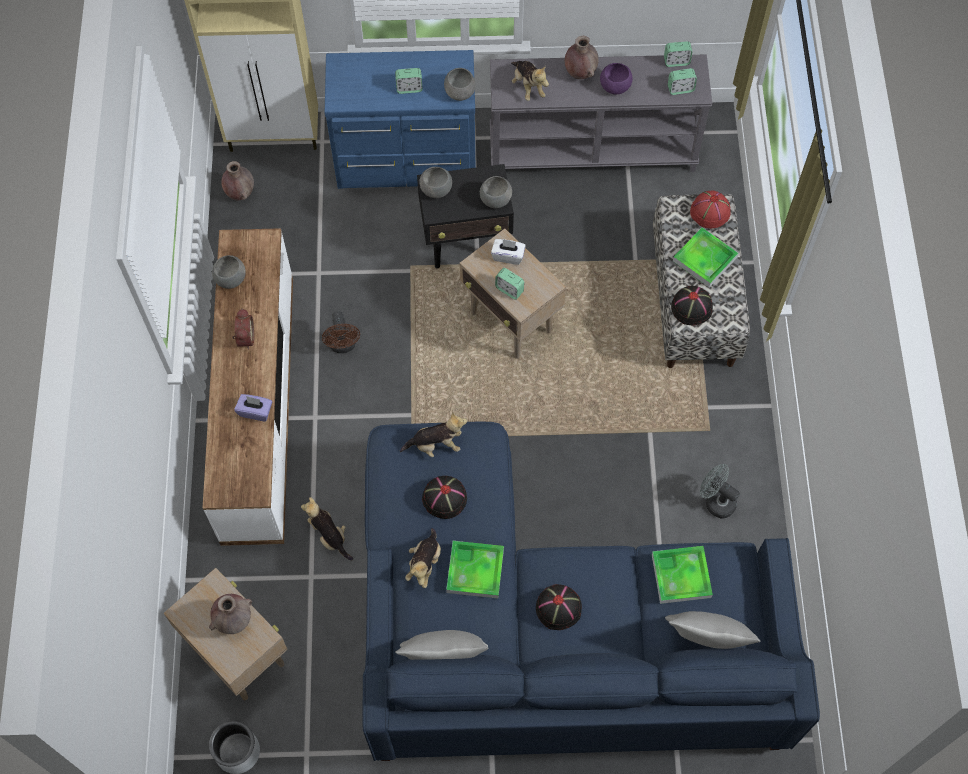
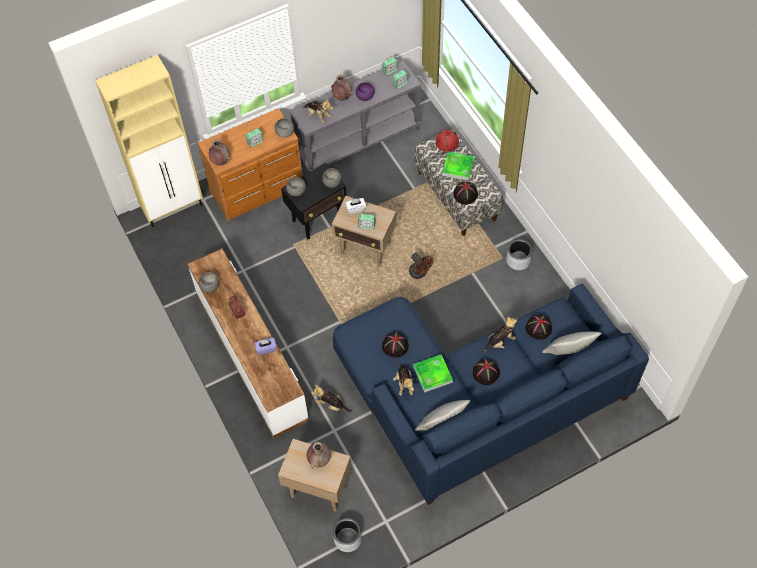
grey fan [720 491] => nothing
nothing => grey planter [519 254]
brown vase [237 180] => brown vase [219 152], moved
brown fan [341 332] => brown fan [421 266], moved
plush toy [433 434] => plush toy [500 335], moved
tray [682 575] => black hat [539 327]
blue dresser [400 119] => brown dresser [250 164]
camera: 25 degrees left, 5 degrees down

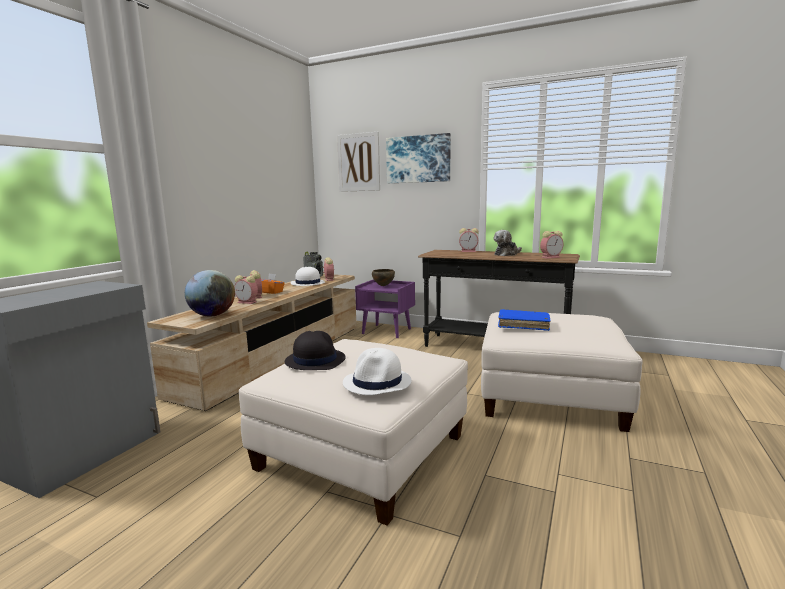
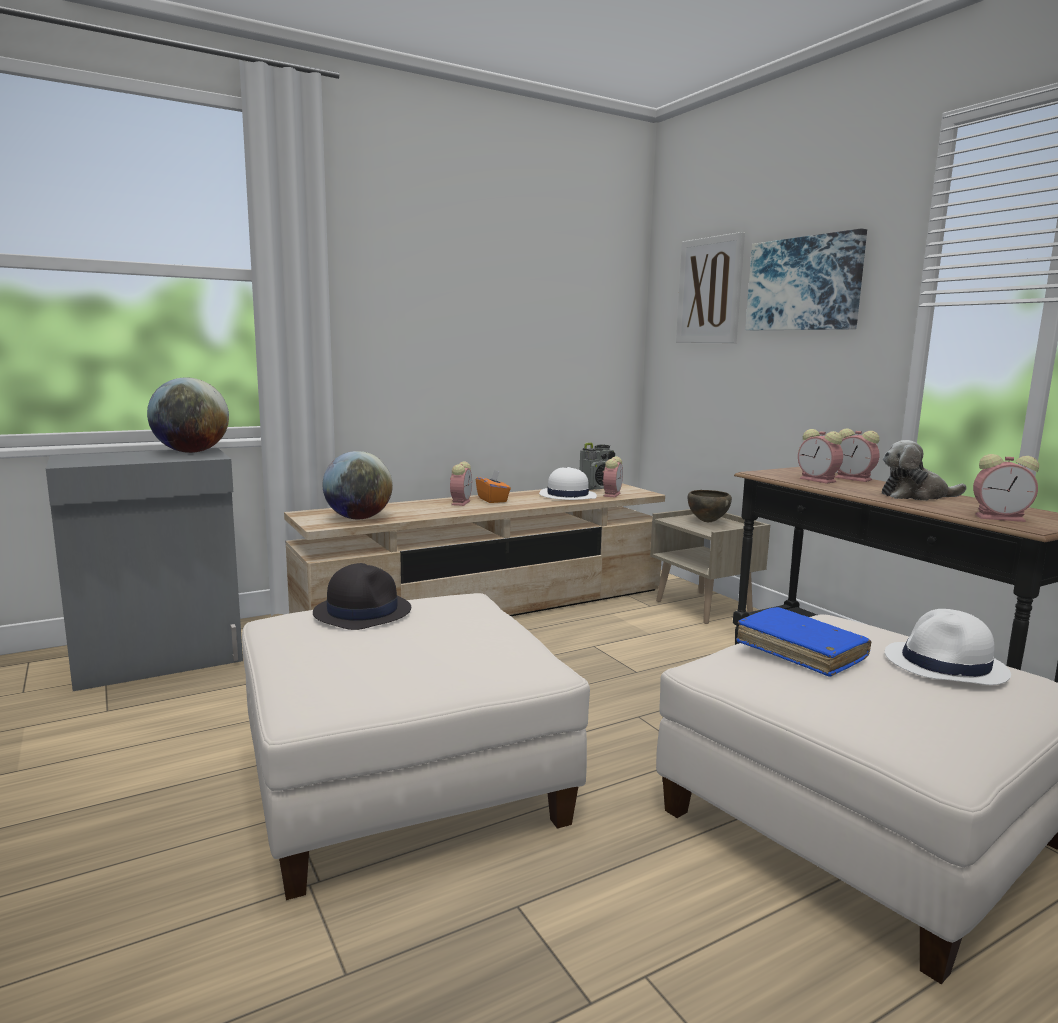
nothing => globe [188 415]
alarm clock [246 289] => alarm clock [820 456], moved
white hat [377 371] => white hat [948 647], moved
purple nightstand [385 308] => beige nightstand [710 566]
camera: 35 degrees right, 0 degrees up

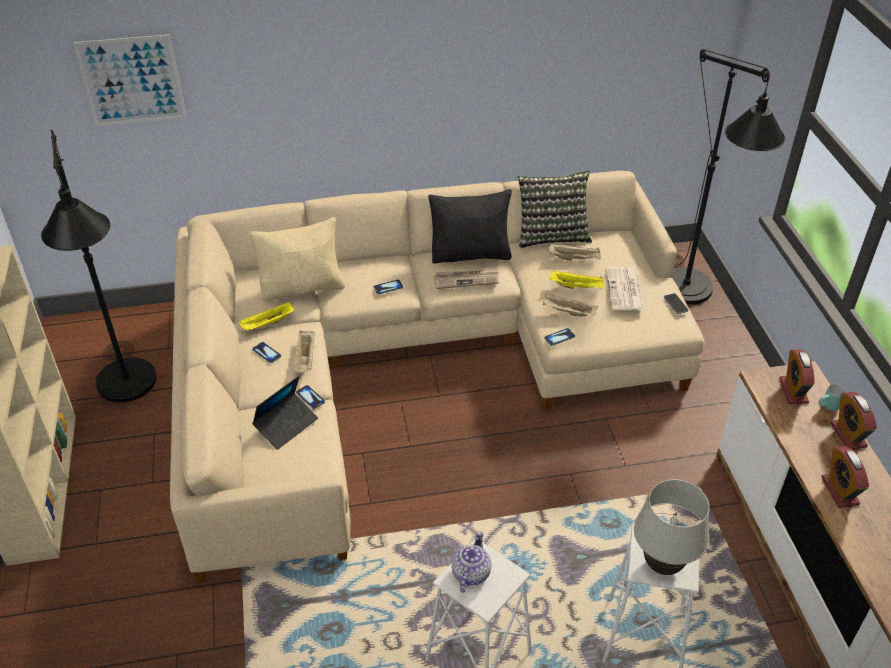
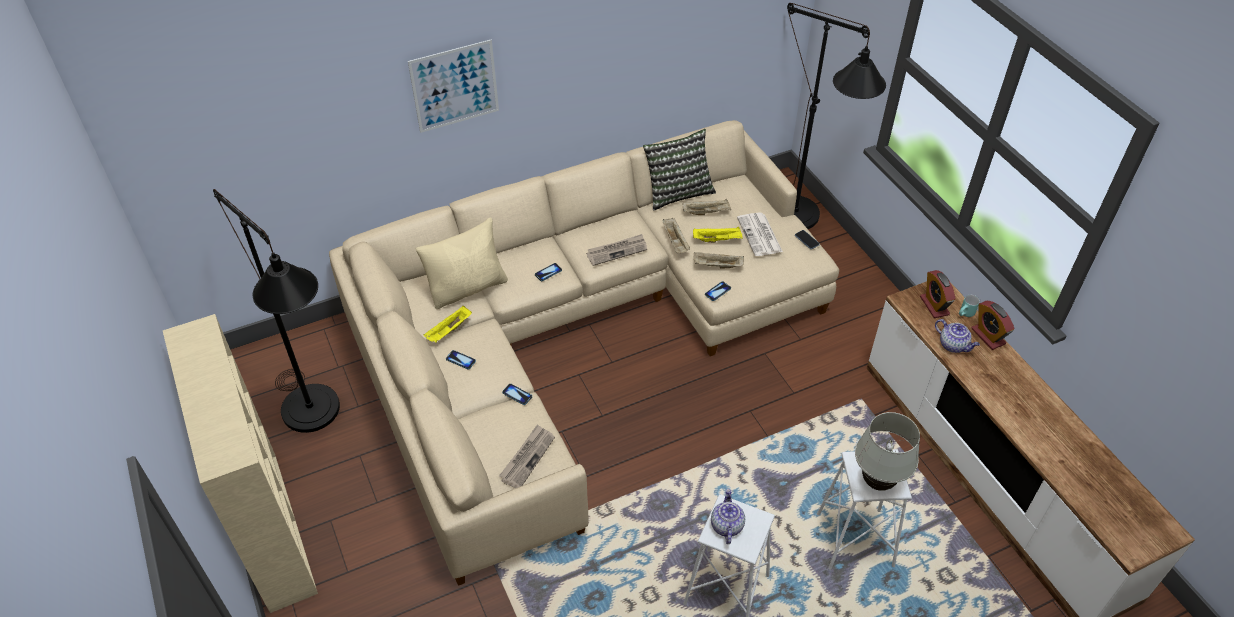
laptop [285 413] => nothing
black pillow [470 226] => nothing
alarm clock [845 477] => nothing
nothing => newspaper [527 456]
nothing => teapot [957 336]
picture [130 80] => picture [453 86], moved
beige tray [304 352] => beige tray [676 235], moved
camera: 15 degrees left, 5 degrees up

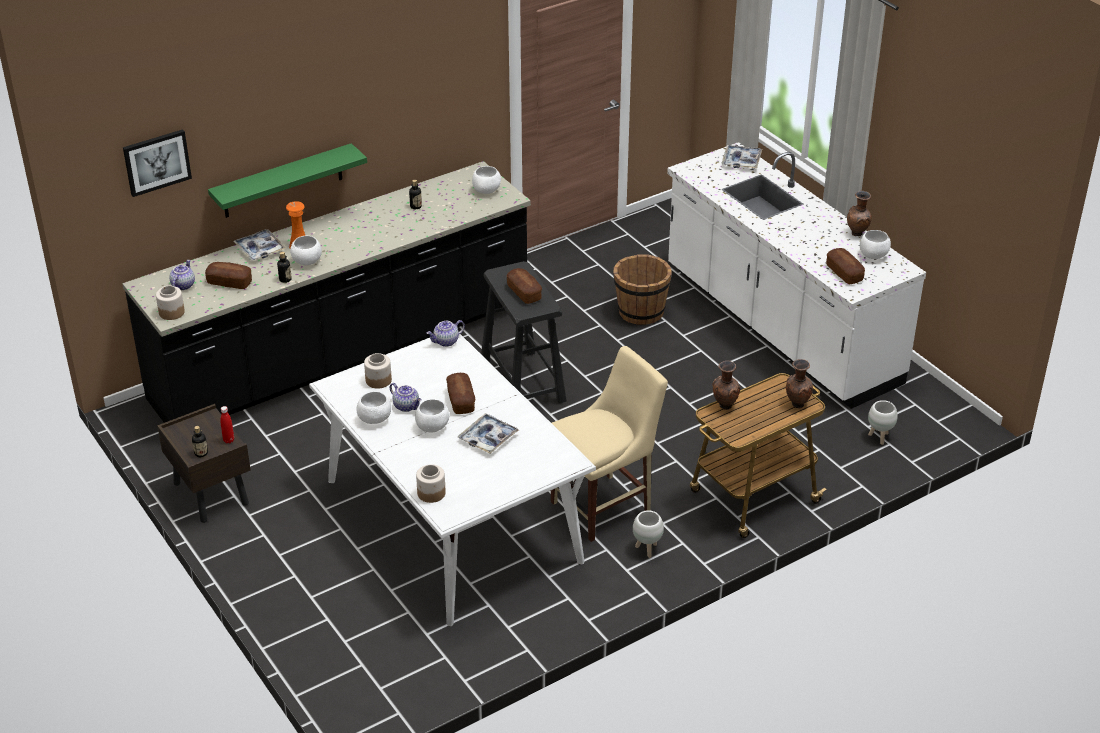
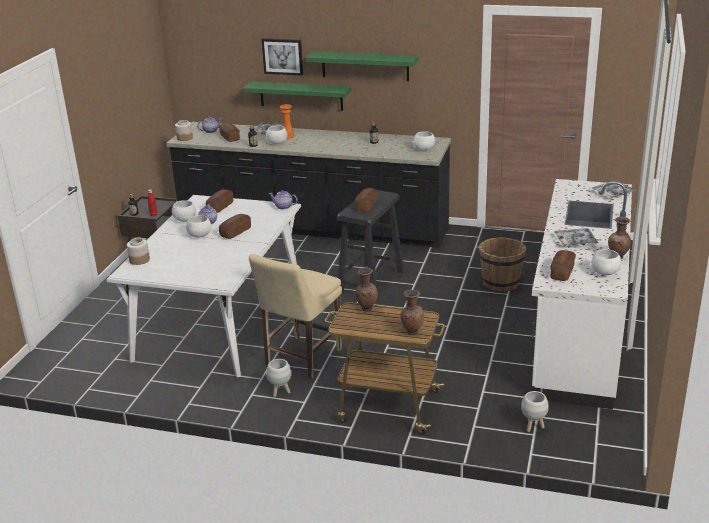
nothing => green shelf [362 66]
picture [157 163] => picture [282 57], moved
tray [488 433] => tray [576 237], moved
jar [378 371] => bread [220 201]
beige chair [609 444] => beige chair [295 316], 105 degrees clockwise
camera: 50 degrees right, 10 degrees down

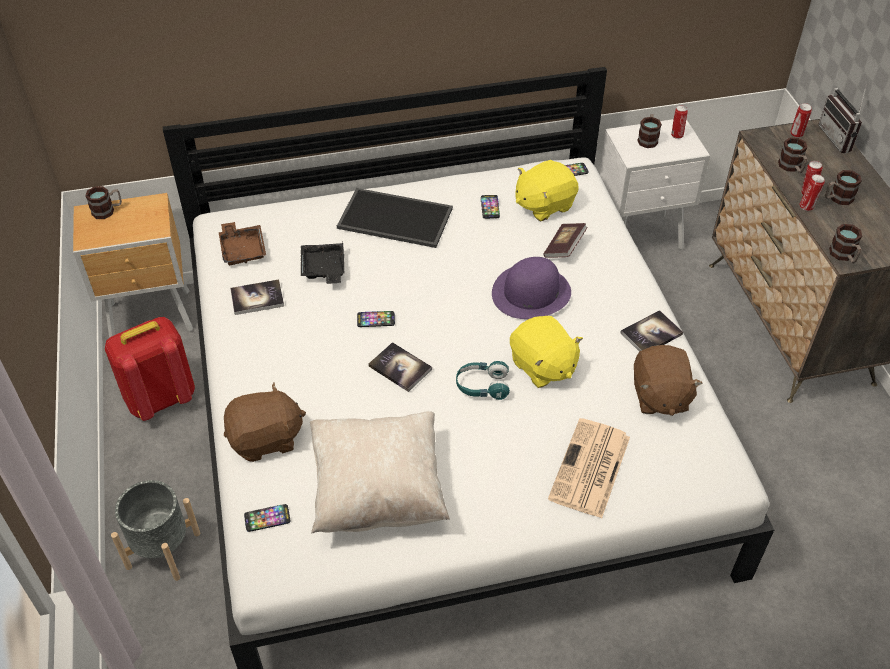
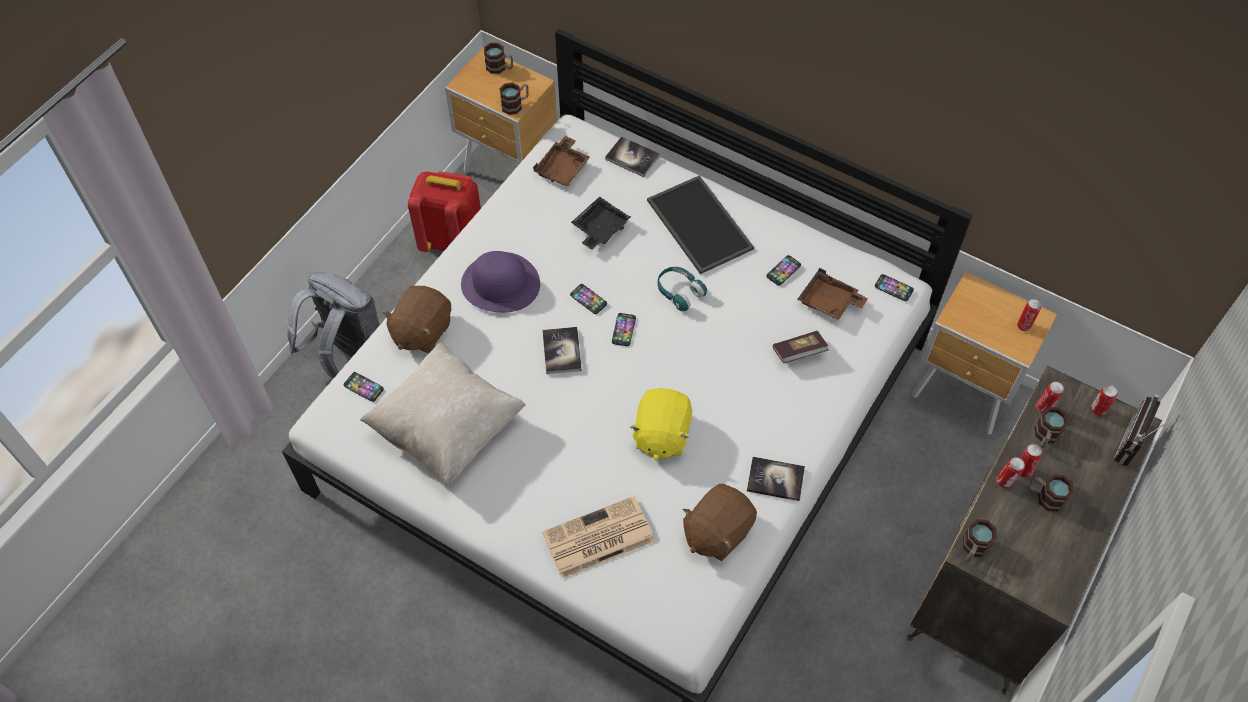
nothing => phone [624 329]
nothing => can [1049 397]
book [257 297] => book [632 156], moved
turquoise headphones [483 380] => turquoise headphones [682 289], moved
purple hat [531 288] => purple hat [500 282], moved
mug [649 131] => mug [514 99], moved
grey planter [155 530] => grey backpack [333 325]
yellow plush toy [547 190] => brown tray [832 294]
white nightstand [654 184] => brown nightstand [984 353]
brown plush toy [265 422] => brown plush toy [416 319], 90 degrees clockwise
camera: 45 degrees right, 10 degrees up

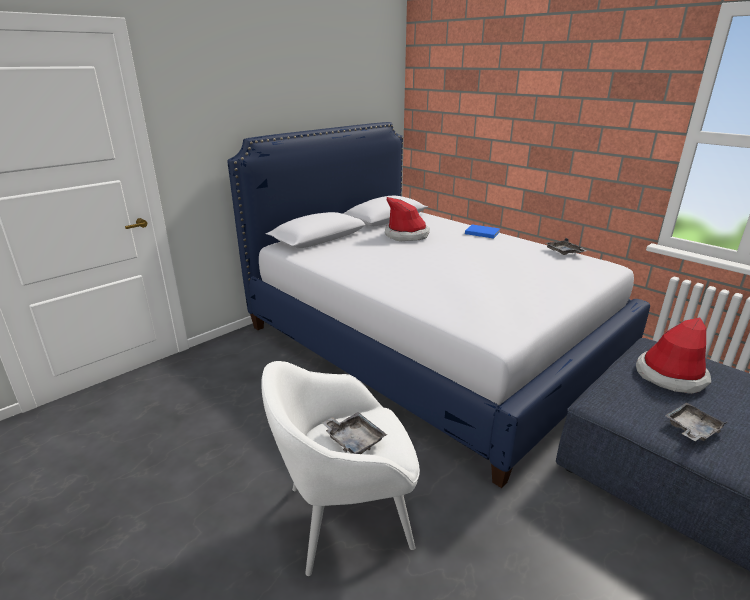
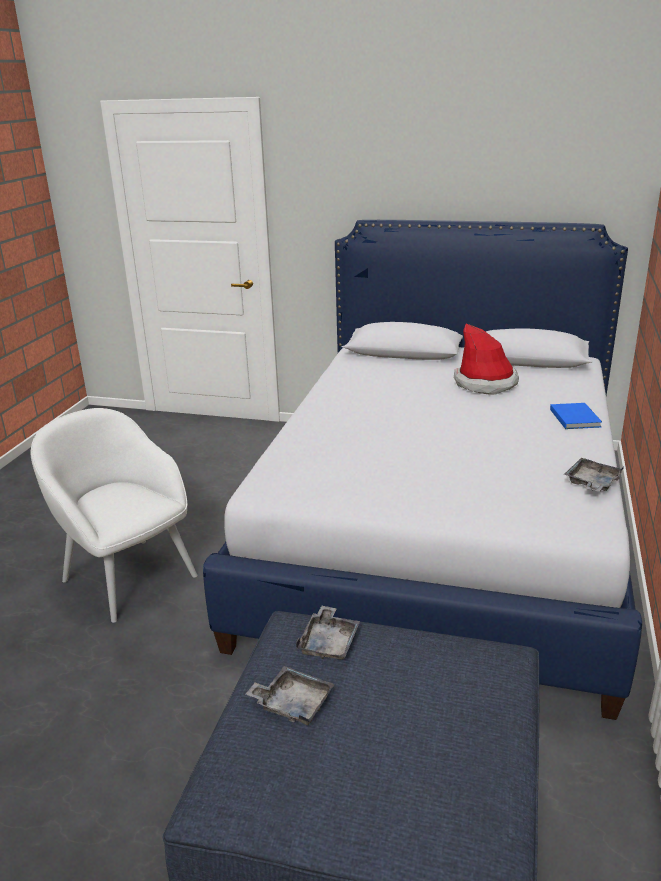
hat [673 355] => nothing
grey tray [354 433] => grey tray [328 632], moved
camera: 60 degrees right, 0 degrees up

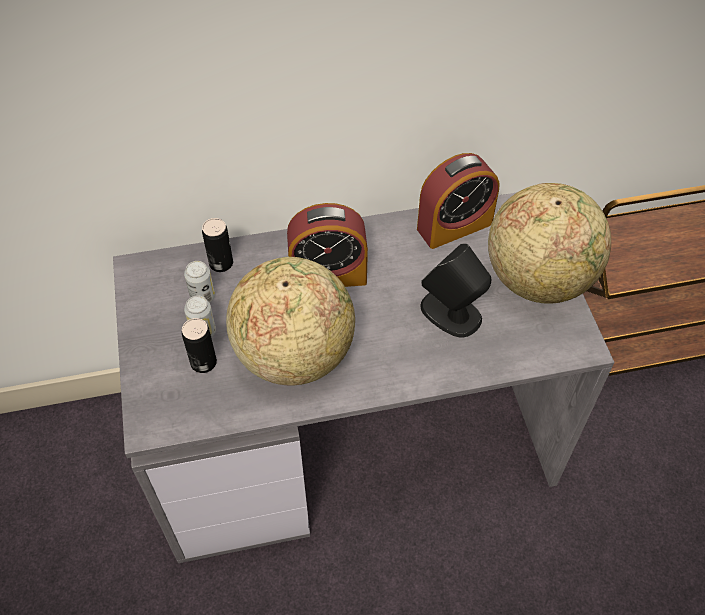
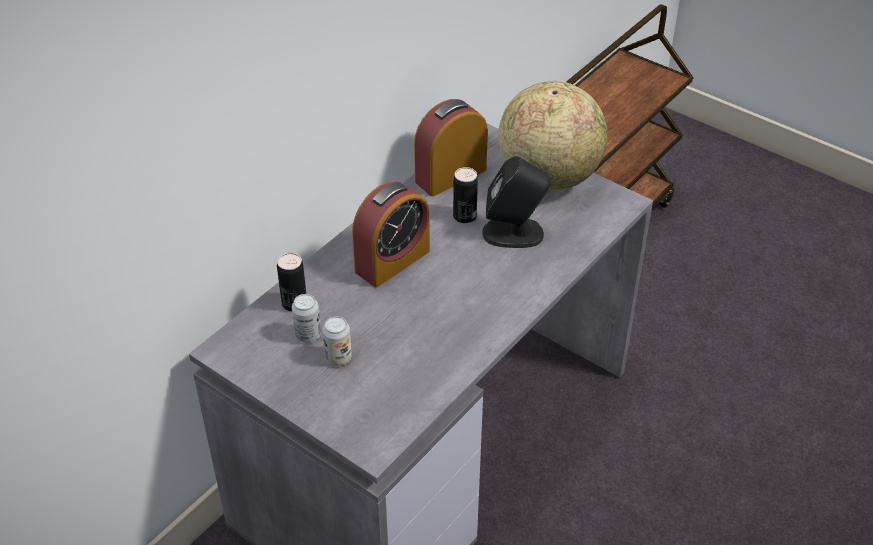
globe [290 321] => nothing
can [199 345] => can [465 195], moved
alarm clock [458 201] => alarm clock [451 147], 150 degrees counterclockwise
camera: 40 degrees left, 10 degrees down

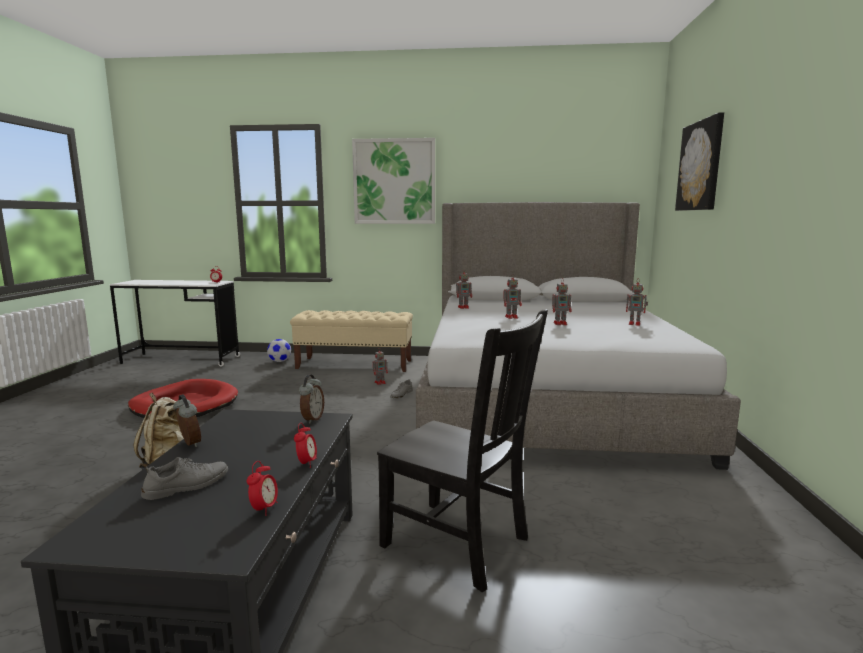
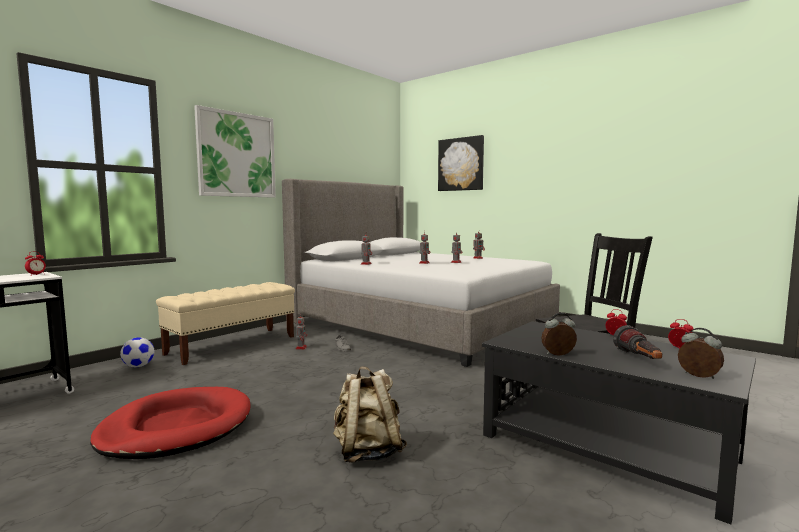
alarm clock [311 399] => alarm clock [701 353], moved
grey shoe [184 478] => flashlight [637 342]
camera: 55 degrees left, 5 degrees down

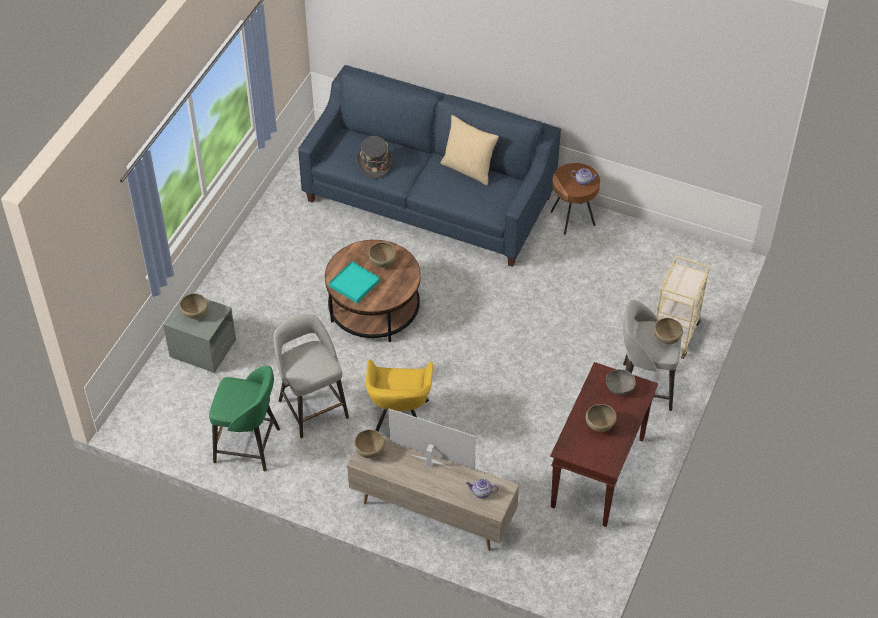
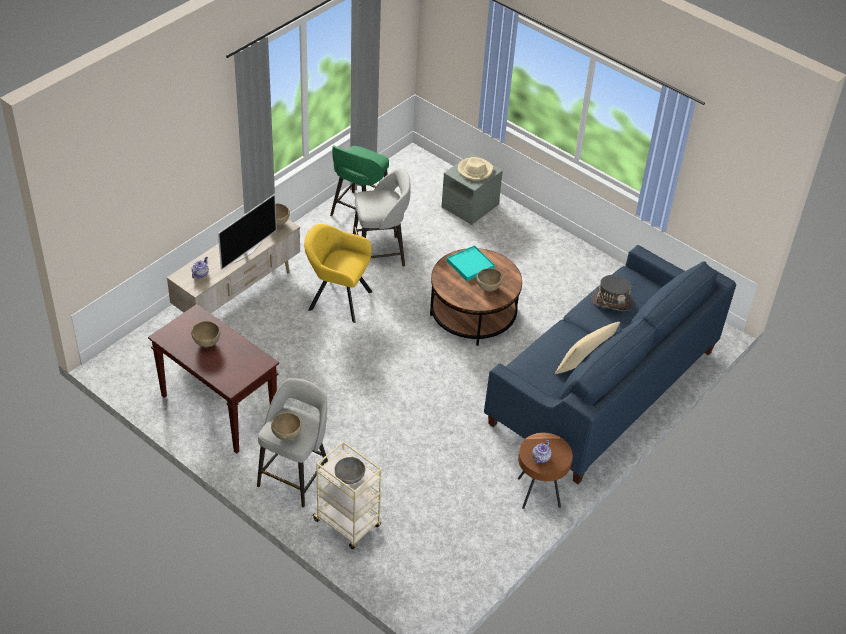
grey bowl [621 382] => grey bowl [349 470], moved
brown bowl [193 306] => beige hat [476 168]
camera: 105 degrees right, 5 degrees down

